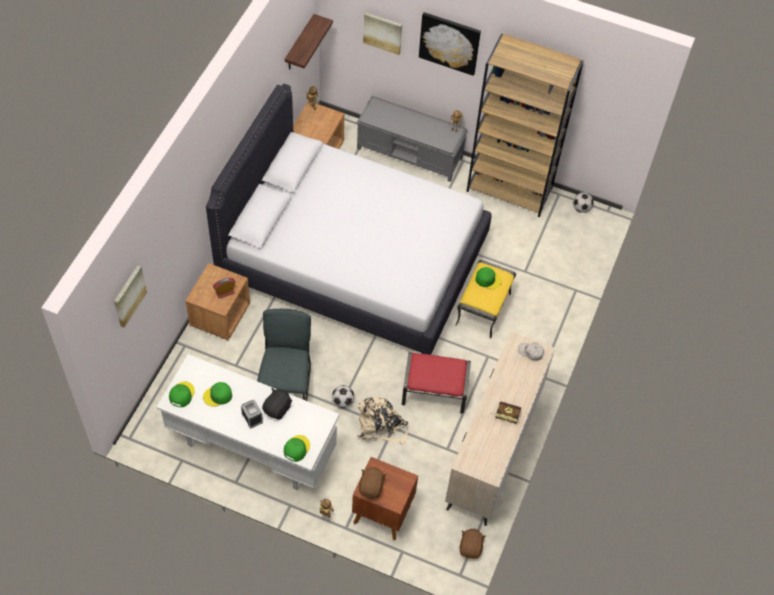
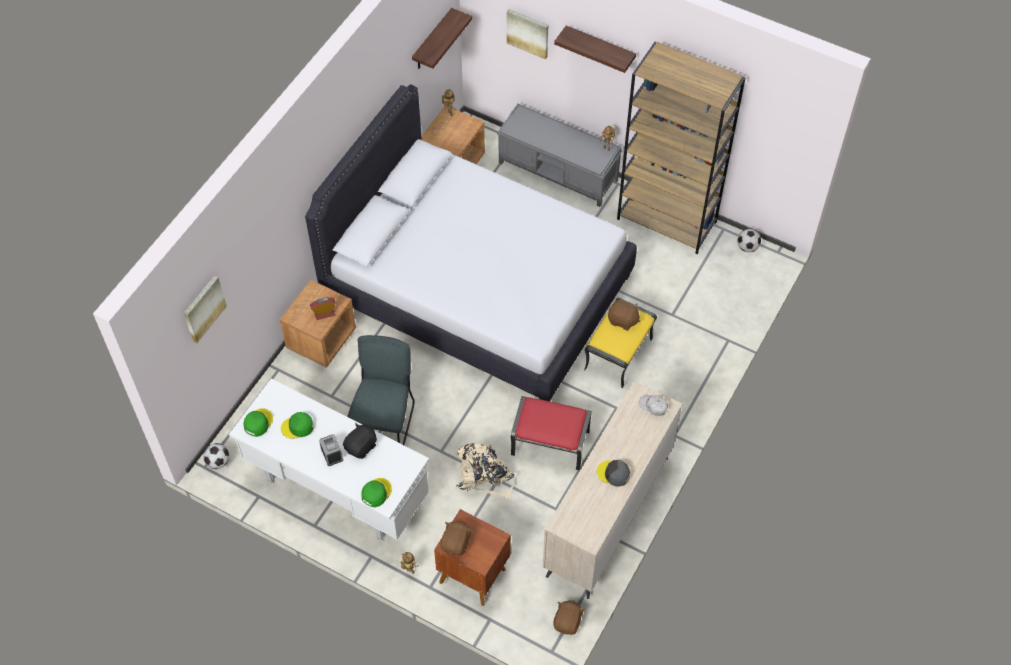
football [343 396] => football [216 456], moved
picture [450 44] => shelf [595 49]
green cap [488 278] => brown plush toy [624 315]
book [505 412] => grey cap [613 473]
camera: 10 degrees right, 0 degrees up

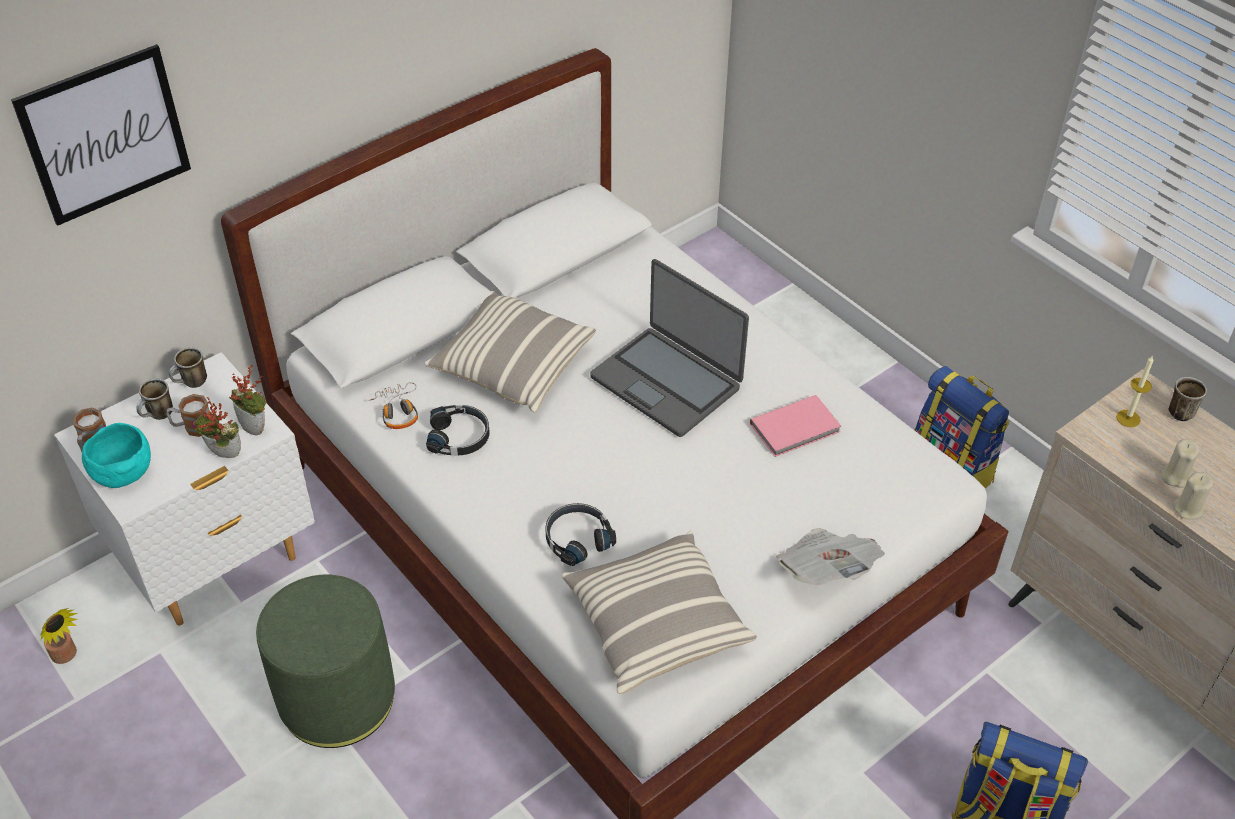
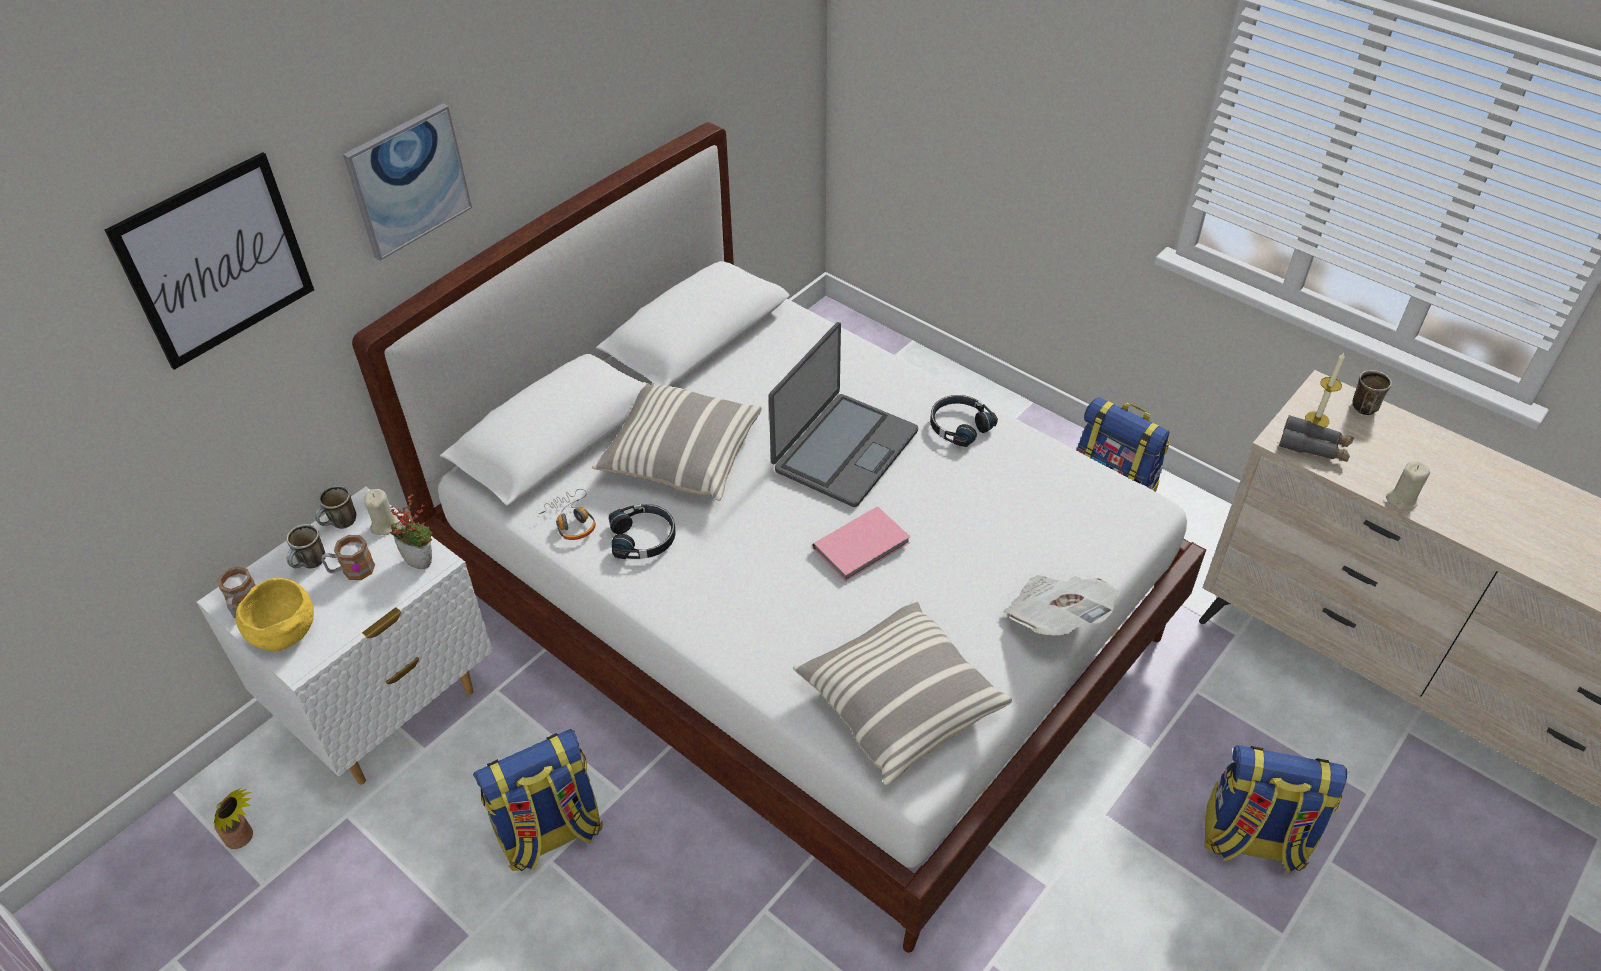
potted plant [217 427] => nothing
nothing => picture [407 182]
nothing => grey binoculars [1316 438]
black headphones [580 534] => black headphones [964 421], moved
pink book [795 426] => pink book [861 543], moved
beige candle [1180 463] => beige candle [381 512], moved
green ottoman [325 661] => backpack [538 800]
turquoise bowl [116 455] => yellow bowl [275 614]
laptop [669 348] => laptop [843 414], 90 degrees counterclockwise
camera: 10 degrees left, 0 degrees up

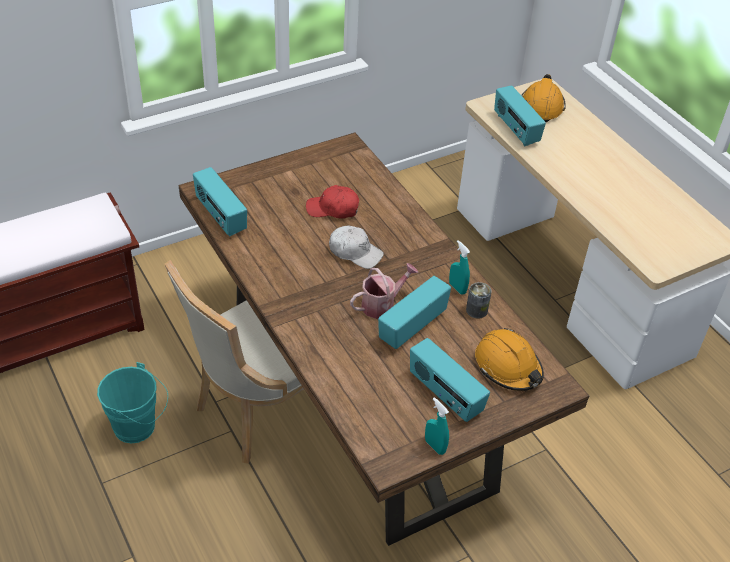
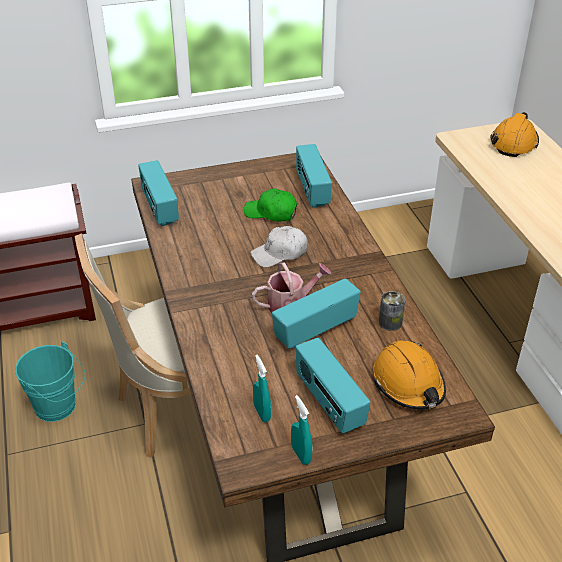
turquoise spray bottle [459 267] => turquoise spray bottle [262 388], moved
radio [520 116] => radio [314 176], moved
red cap [332 202] => green cap [270 205]
white cap [356 247] => white cap [279 246], 120 degrees clockwise
camera: 15 degrees right, 5 degrees down

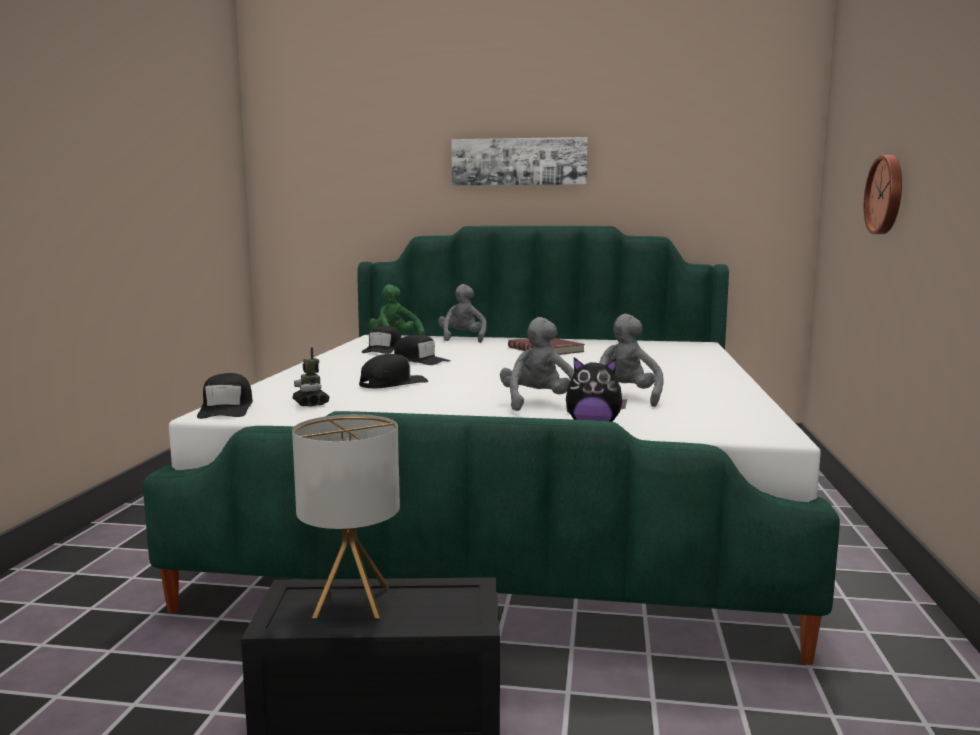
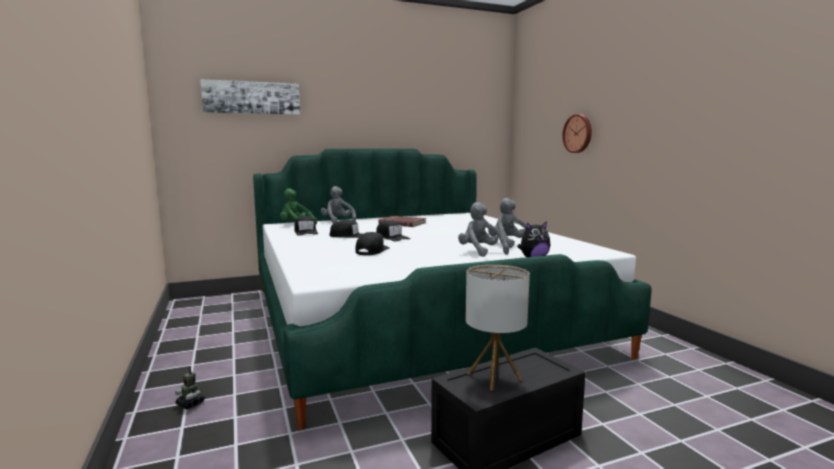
black cap [225 396] => black cap [393 231], moved
toy robot [311 377] => toy robot [190 387], moved
picture [519 161] => picture [250 97], moved
camera: 30 degrees left, 0 degrees up

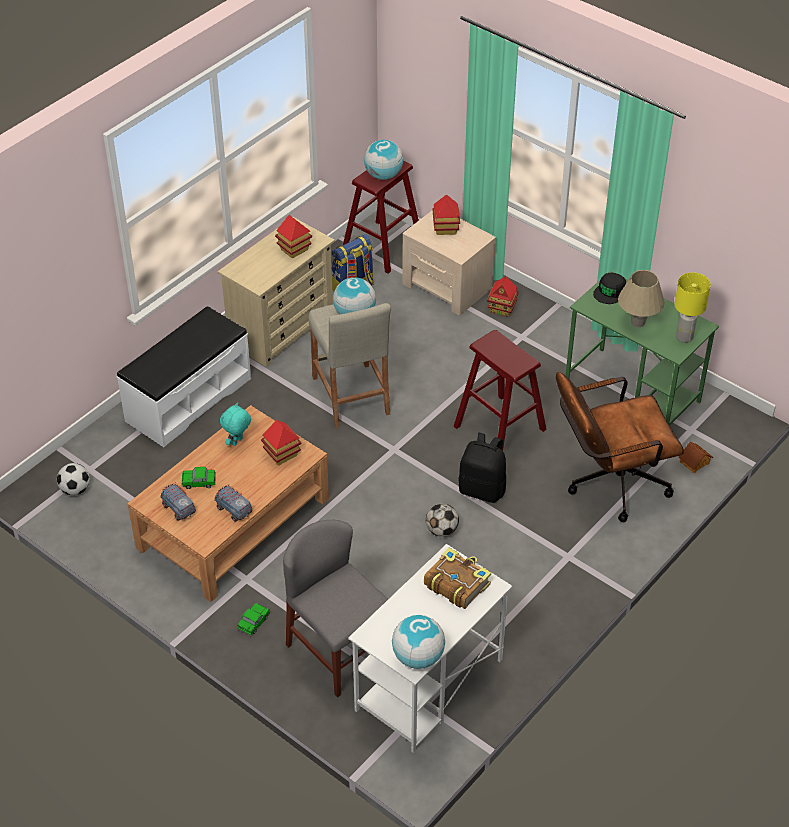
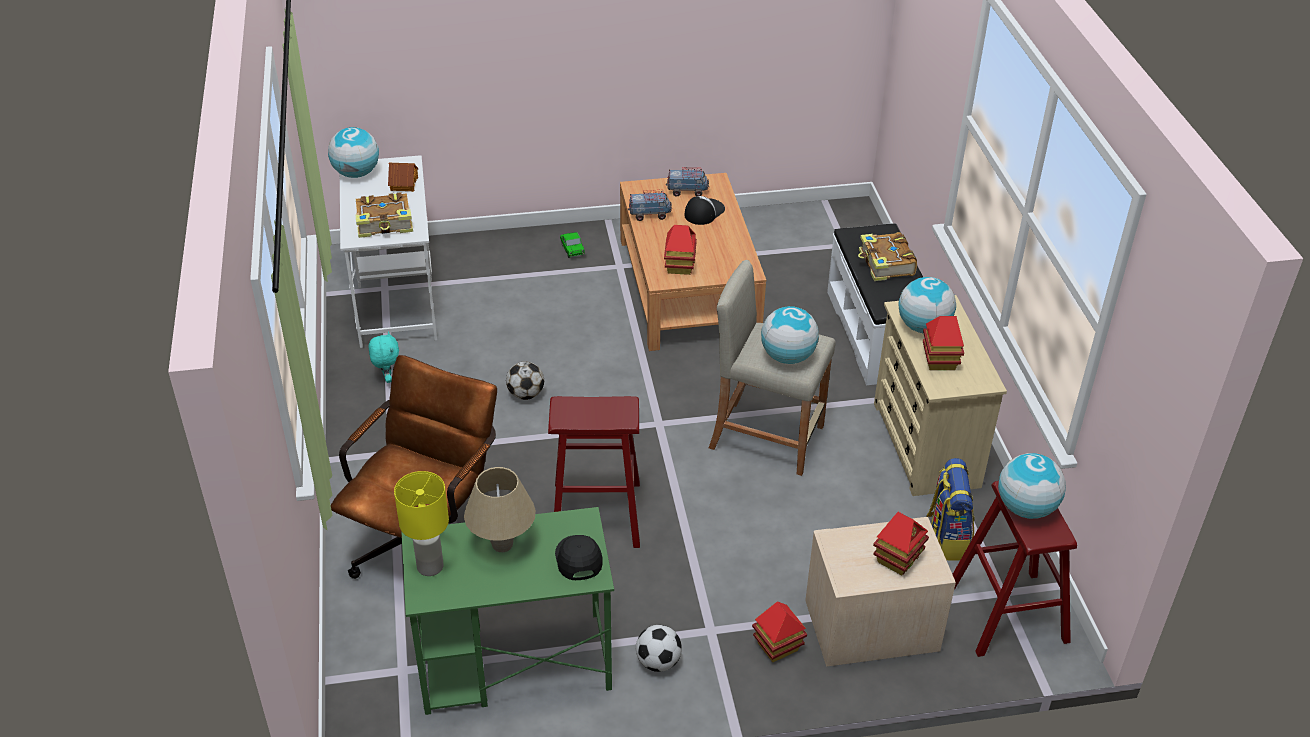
grey chair [335 608] => nothing
black backpack [482 468] => nothing
nothing => book [887 256]
nothing => globe [927 305]
football [73 479] => football [659 648], moved
turquoise plush toy [235 424] => turquoise plush toy [384 357], moved
toy house [695 457] => toy house [403 177], moved
toy car [198 478] => cap [705 210]
camera: 130 degrees right, 5 degrees down

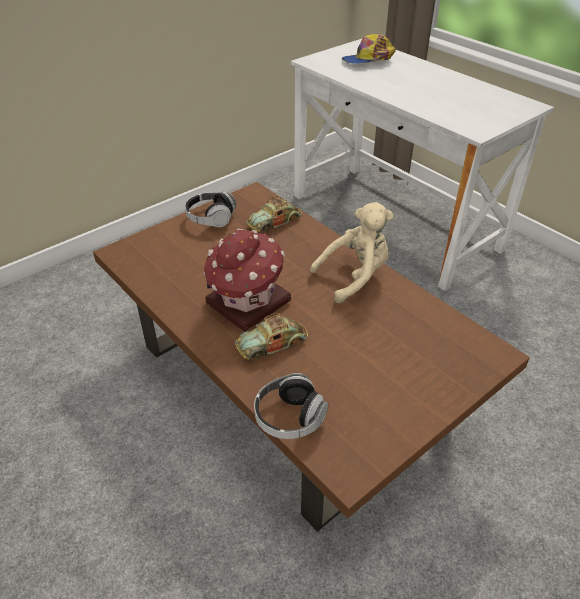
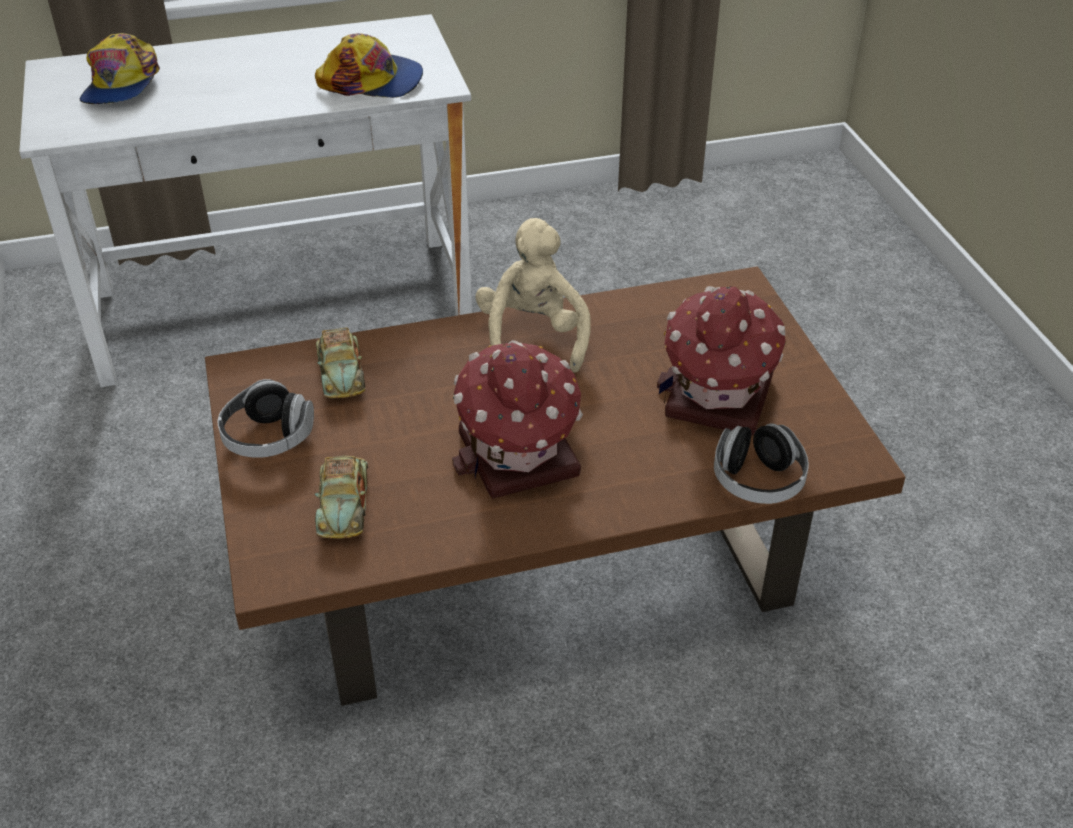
nothing => cap [369 65]
nothing => toy house [721 361]
toy car [271 336] => toy car [341 497], moved
camera: 65 degrees left, 0 degrees up

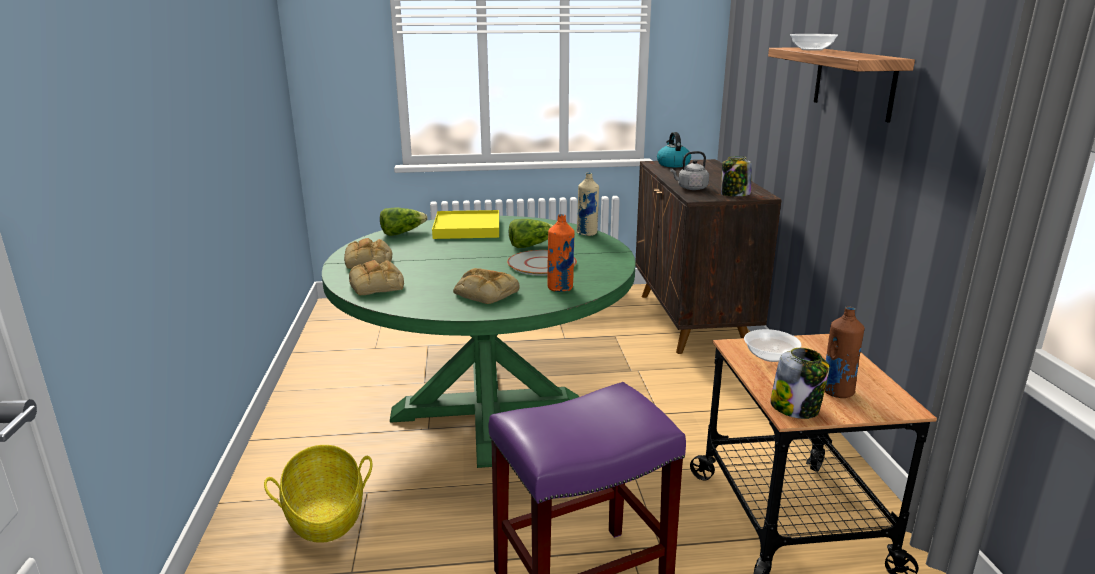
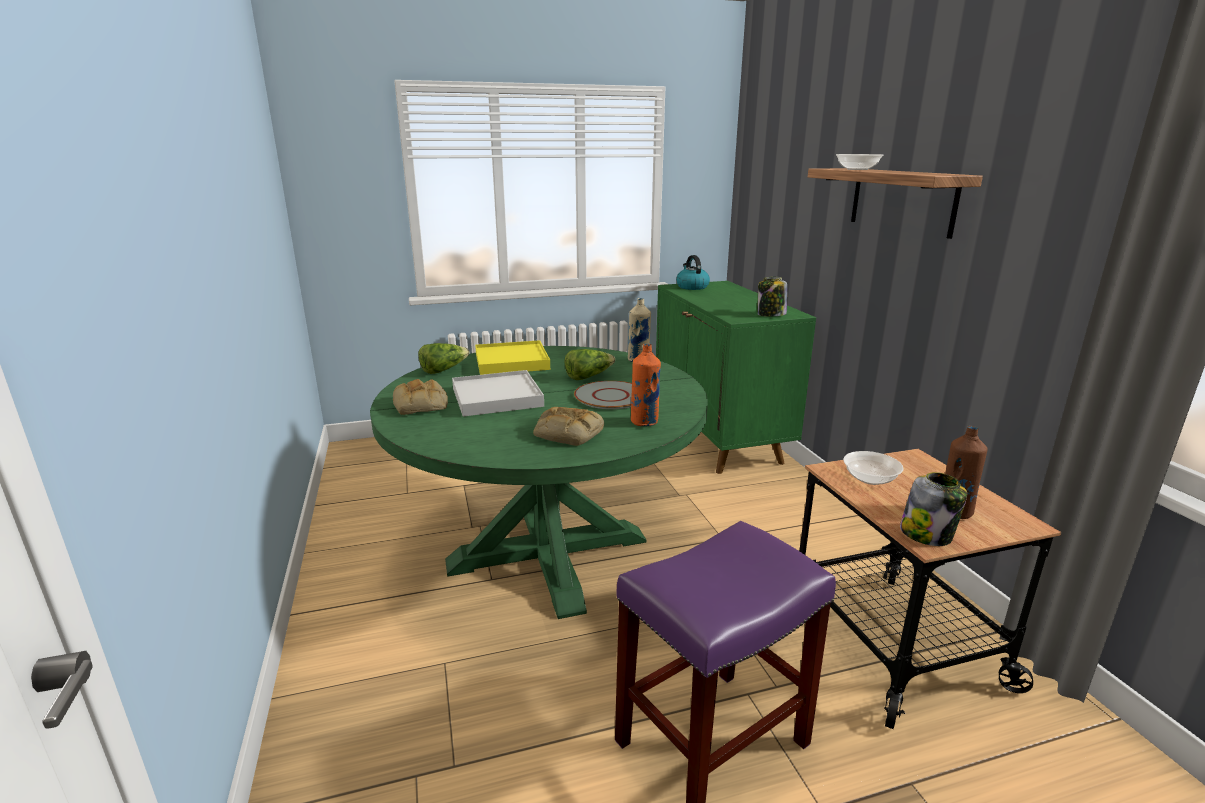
basket [318 494] => nothing
bread [376 277] => nothing
grey kettle [689 170] => nothing
nothing => white tray [498 393]
brown cabinet [708 256] => green cabinet [736 377]
camera: 10 degrees left, 0 degrees up

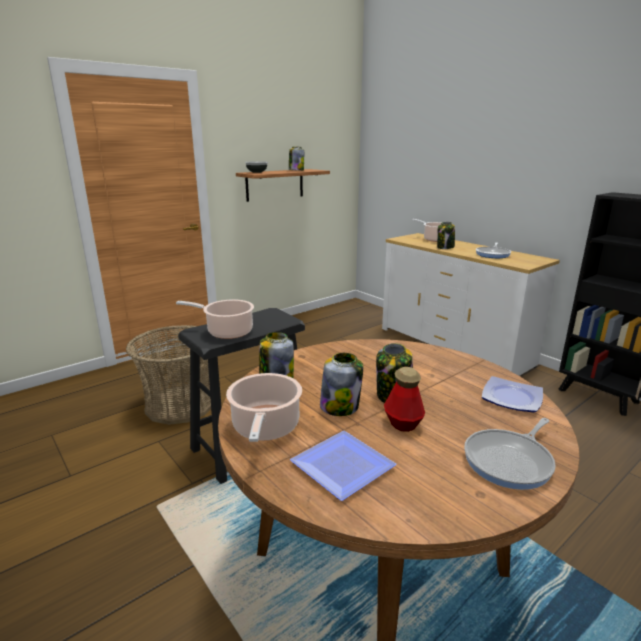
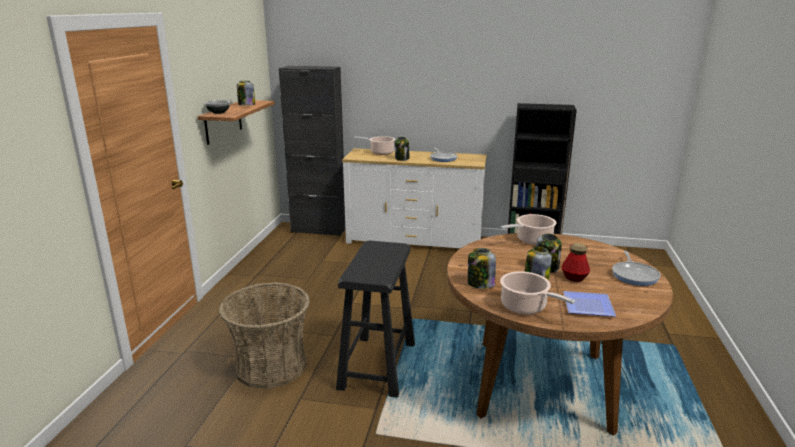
plate [512 394] => nothing
nothing => black cabinet [312 151]
cooking pot [215 319] => cooking pot [529 229], moved
camera: 40 degrees left, 0 degrees up

